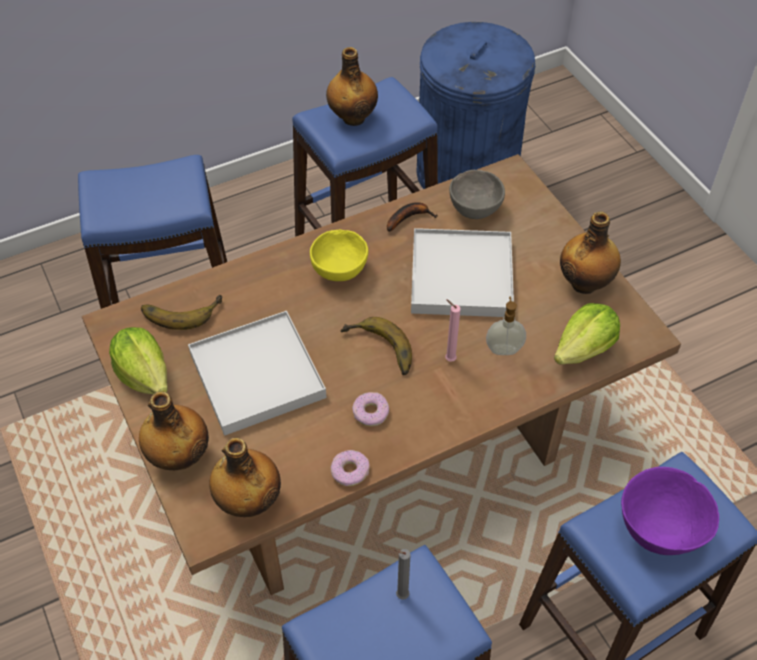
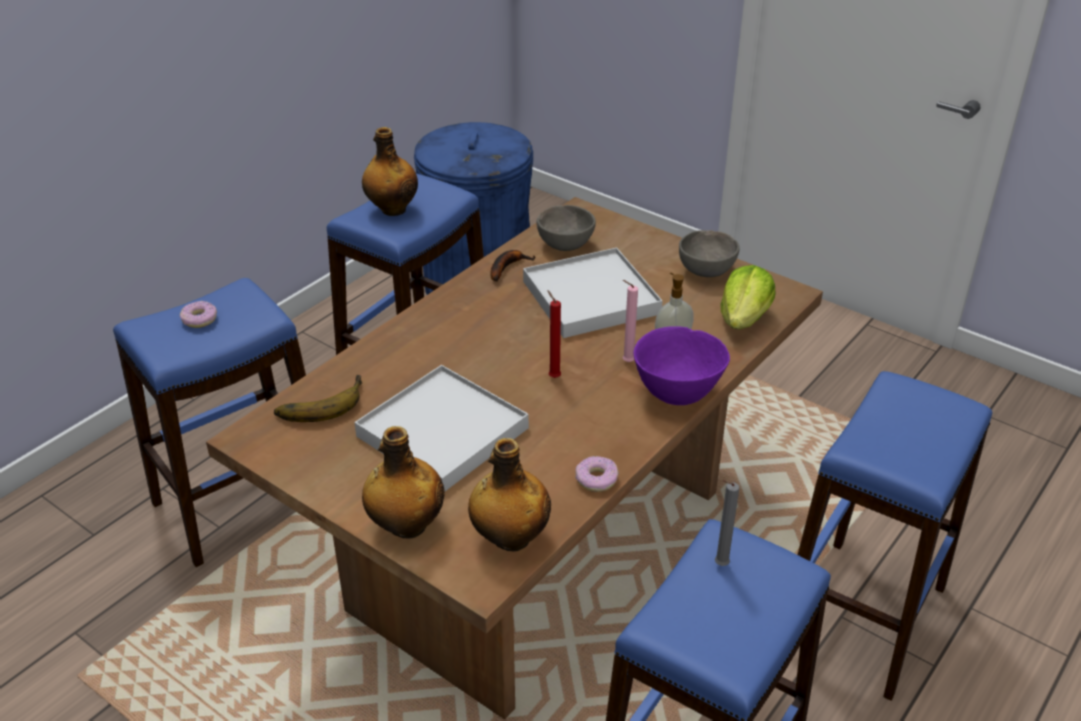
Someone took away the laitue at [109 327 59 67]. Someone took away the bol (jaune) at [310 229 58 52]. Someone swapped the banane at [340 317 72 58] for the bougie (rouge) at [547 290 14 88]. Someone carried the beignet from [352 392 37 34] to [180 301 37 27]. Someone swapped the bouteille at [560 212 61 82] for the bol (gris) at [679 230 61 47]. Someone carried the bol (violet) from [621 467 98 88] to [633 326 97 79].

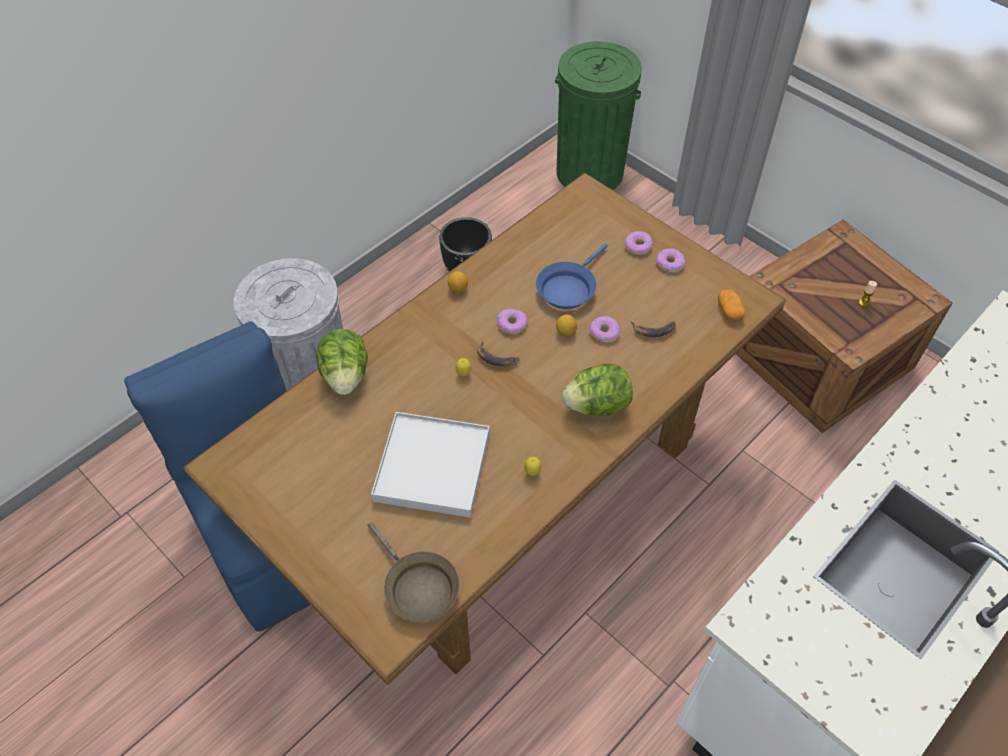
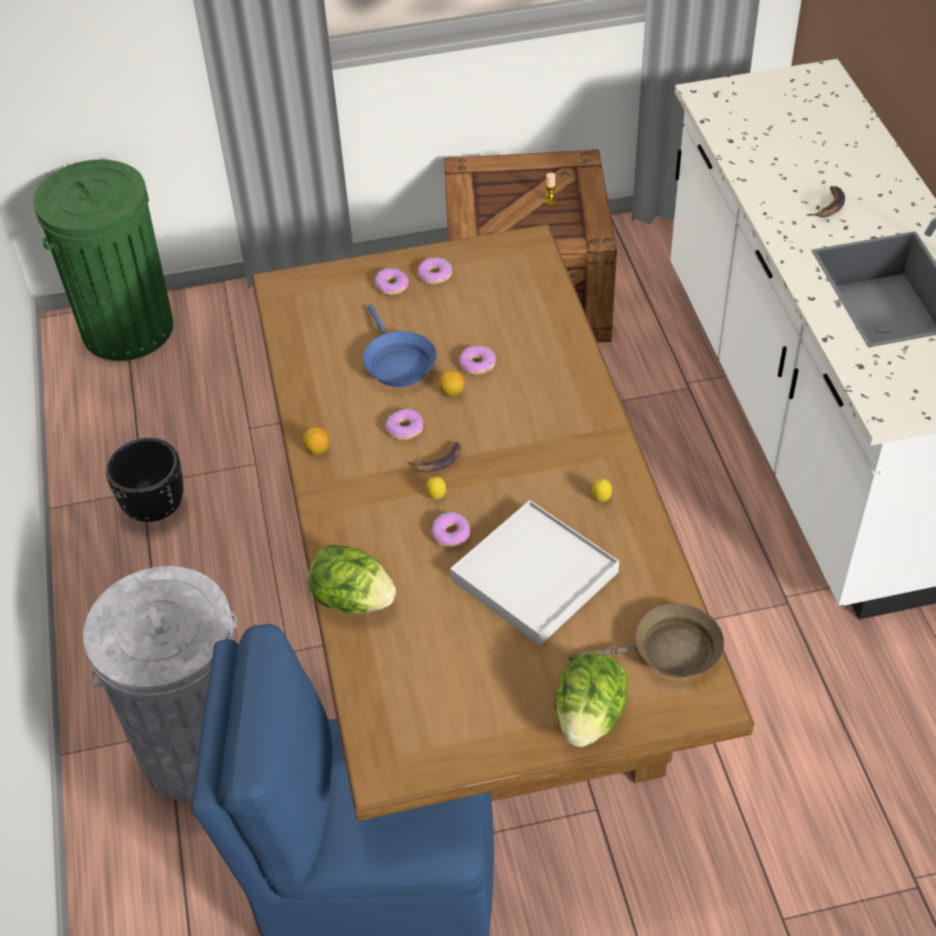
Someone carried the laitue from [562 363 71 53] to [554 653 75 94]. Someone carried the banane from [631 321 45 16] to [806 186 39 31]. Someone took away the pomme de terre at [718 289 28 31]. Someone put down the beignet at [432 512 38 35].

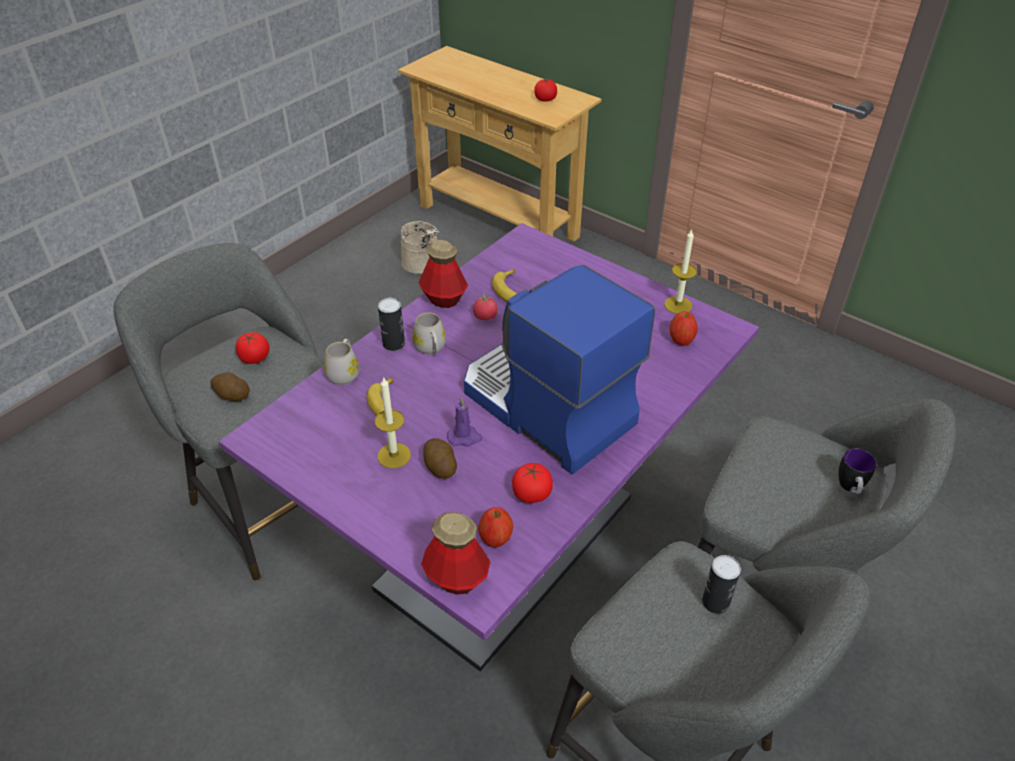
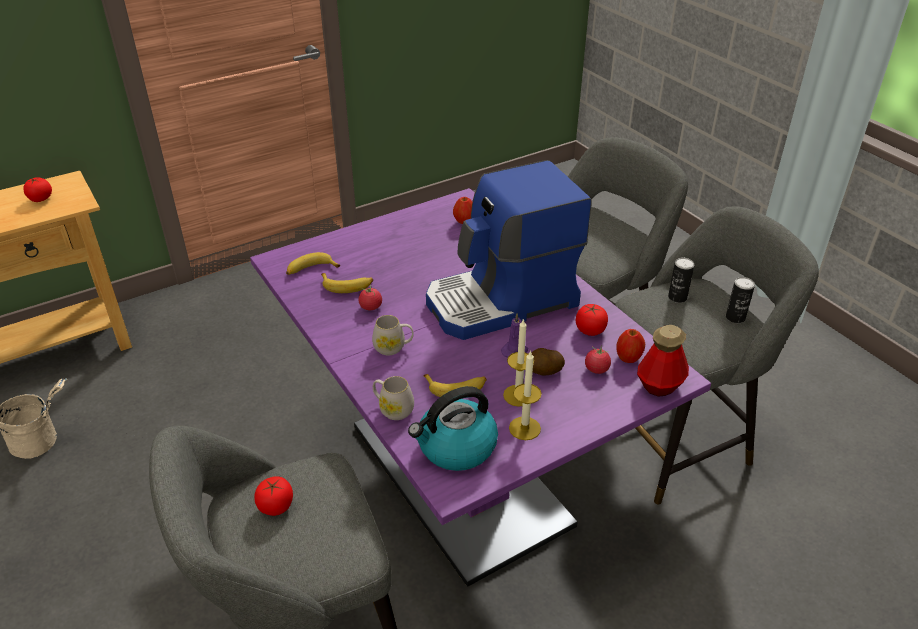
Someone took away the pomme de terre at [210 372 40 29]. Someone carried the boîte métallique from [378 298 27 53] to [726 277 29 46]. Someone took away the bouteille at [418 240 50 68]. Someone carried the bougie from [664 229 33 85] to [509 350 33 90]. Someone took away the mug at [839 448 38 46]. Someone put down the banane at [286 252 54 23]. Someone put down the bouilloire at [408 386 90 85]. Someone put down the tomate at [585 345 26 29].

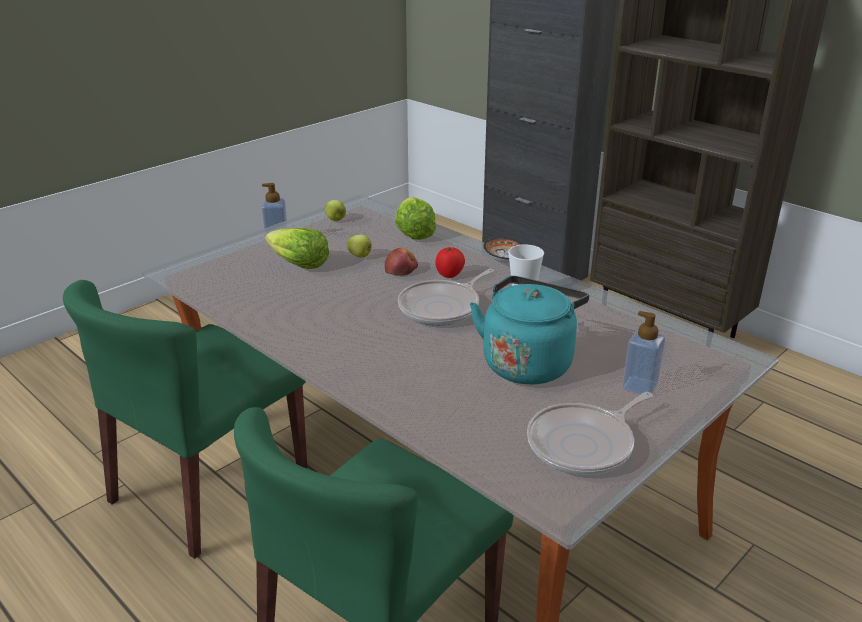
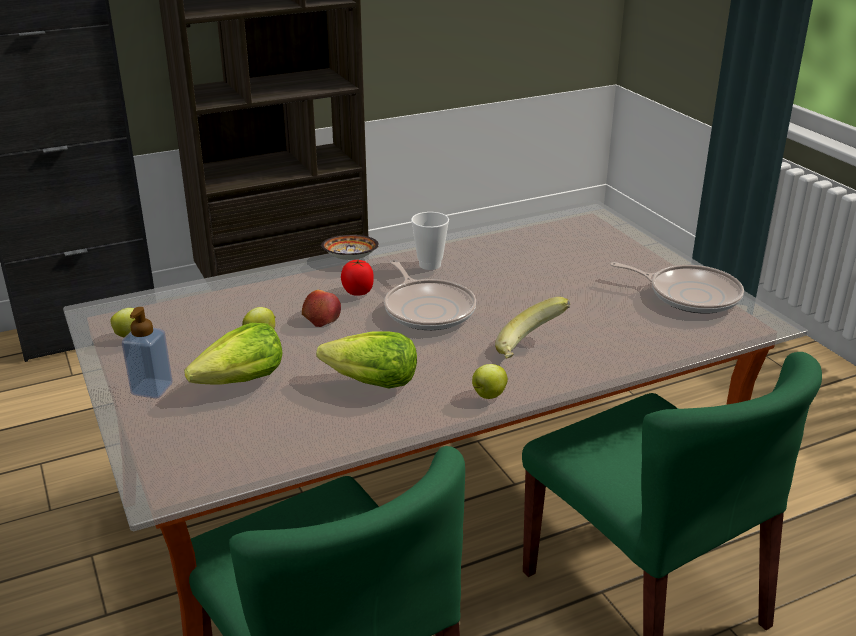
Someone carried the laitue from [395 197 41 43] to [316 332 101 56]. Someone took away the bouilloire (turquoise) at [470 276 119 109]. Someone rotated the poêle at [527 392 126 83] by 45 degrees counterclockwise. Someone took away the distributeur de savon at [622 311 43 84]. Someone put down the pomme at [472 364 36 35]. Someone put down the banane at [495 297 75 62].

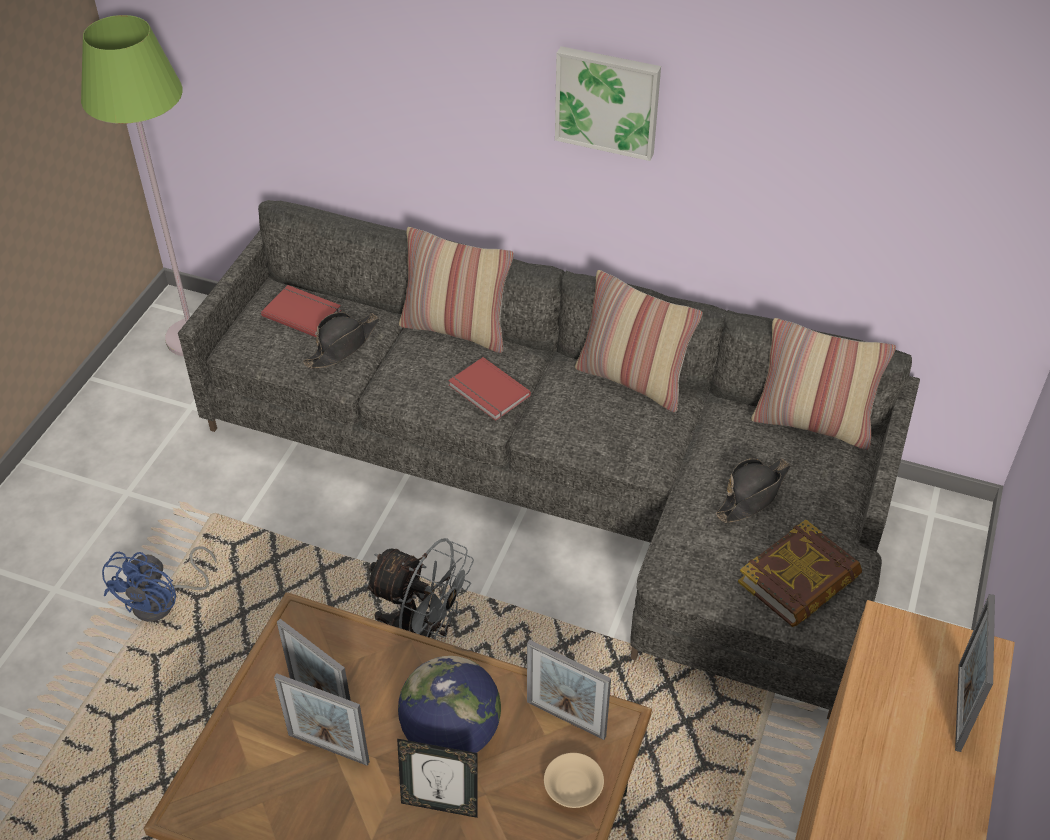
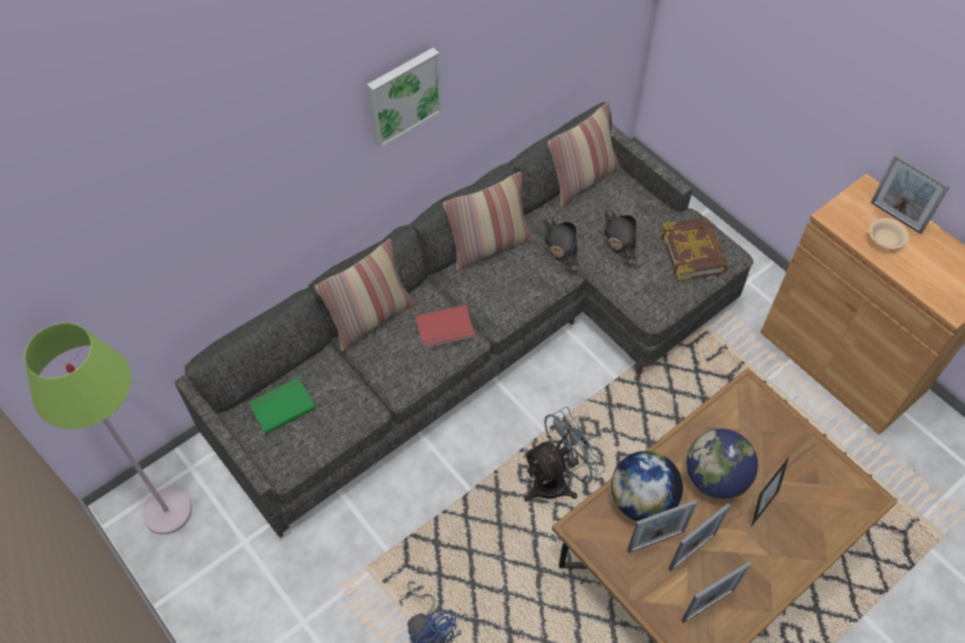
Someone repainted the livre (rouge) at [261 285 80 52], which became the livre (vert) at [248 377 68 57]. Someone carried the chapeau (noir) from [303 312 76 57] to [543 216 38 55]. Someone carried the cadre photo from [527 640 84 100] to [681 562 70 61]. Someone carried the bol (beige) from [544 753 60 55] to [869 218 40 31]. Someone put down the globe at [611 451 72 70].

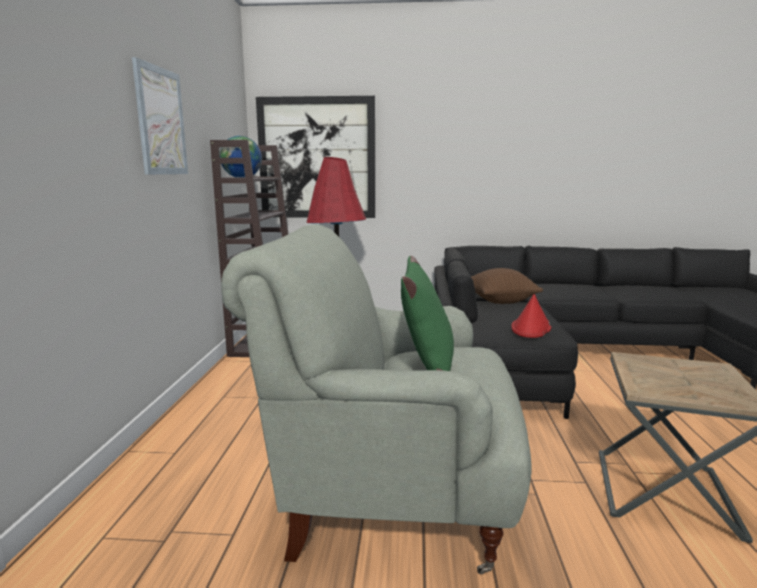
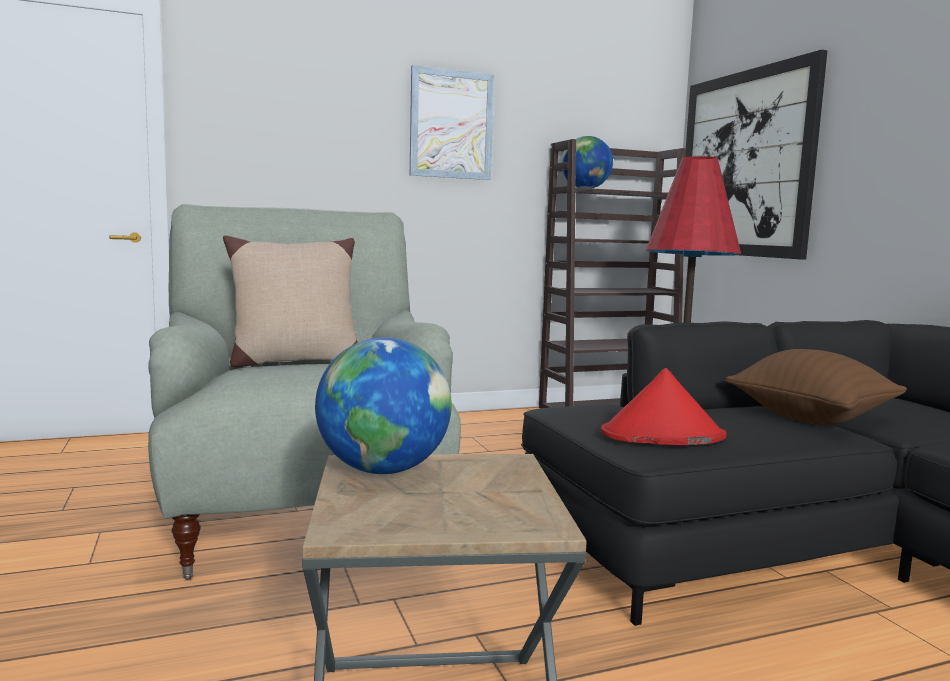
Someone repainted the coussin (vert) at [401 256 53 115], which became the coussin (beige) at [223 235 134 132]. Someone put down the globe at [315 337 137 137].

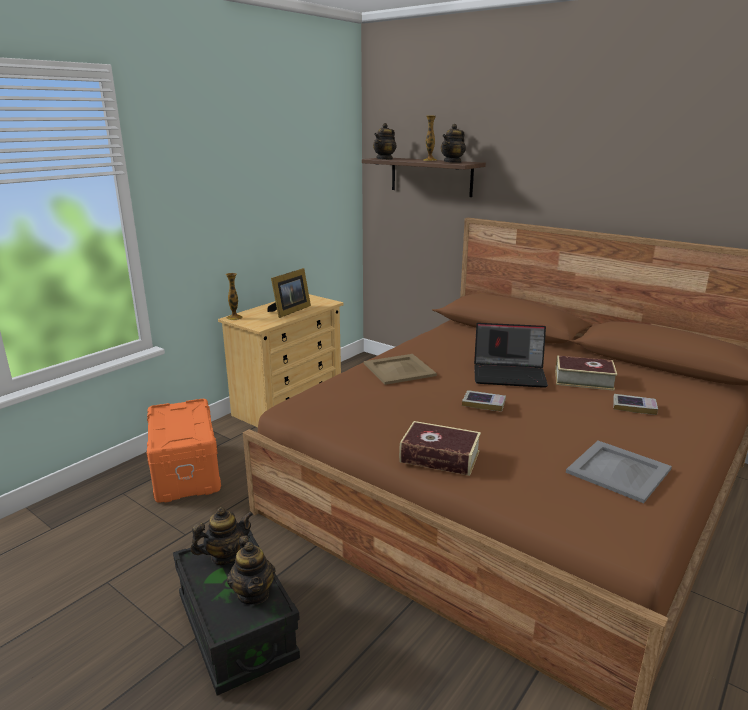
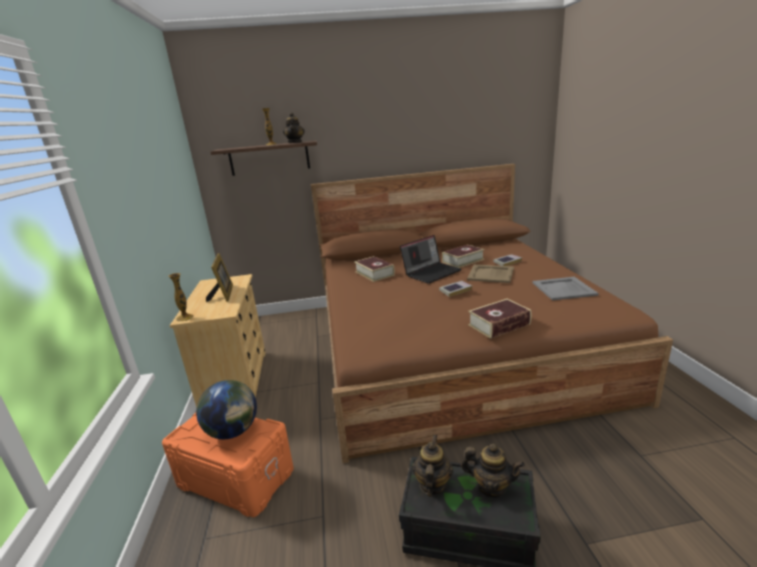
Someone carried the plateau (beige) from [364 354 73 31] to [467 264 47 19]. Someone took away the théière at [373 123 24 37]. Someone put down the globe at [196 380 61 59]. Someone put down the livre at [354 256 41 26].

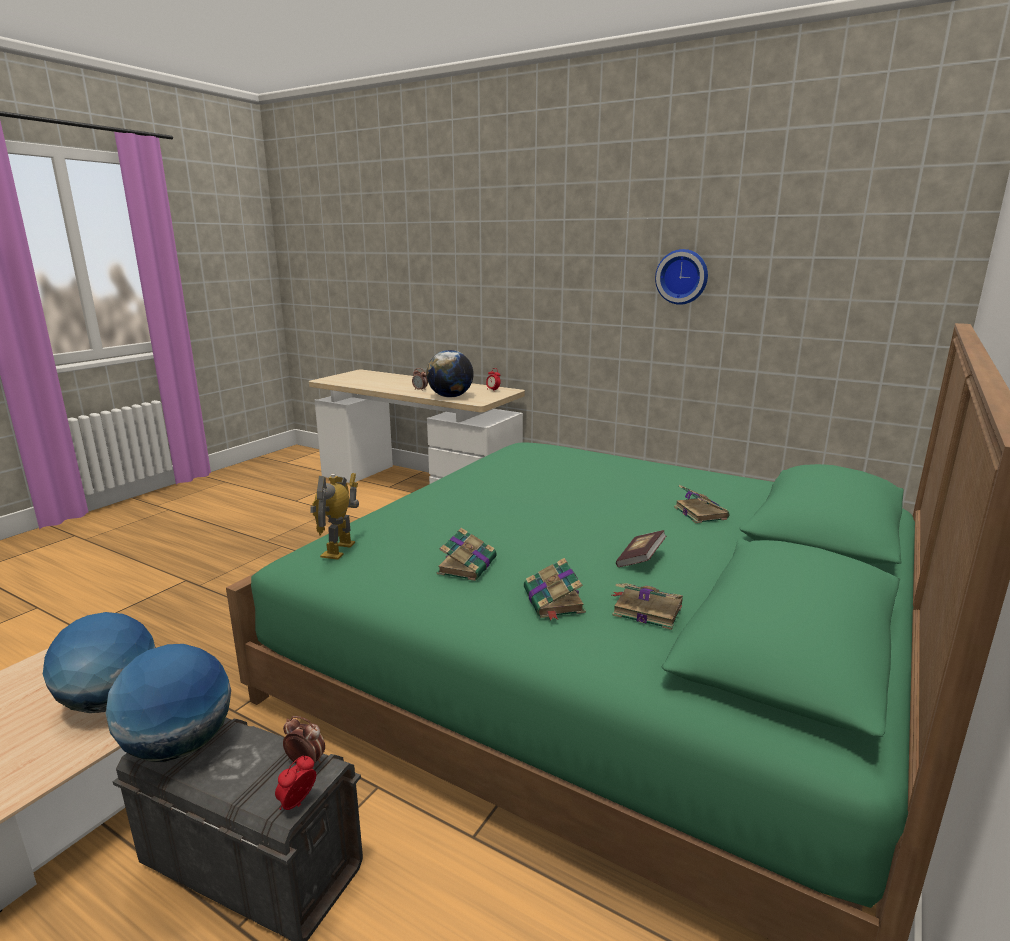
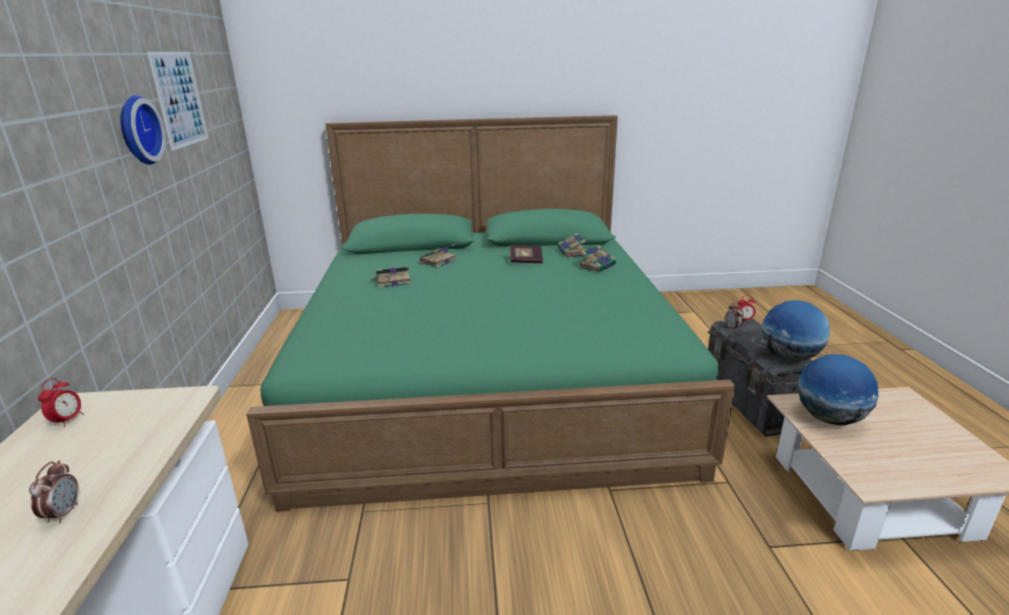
Someone took away the robot jouet at [310 473 49 87]. Someone took away the globe at [426 350 48 48]. Someone carried the livre from [437 528 60 53] to [371 266 40 22]. Someone put up the tableau at [147 52 61 99].

